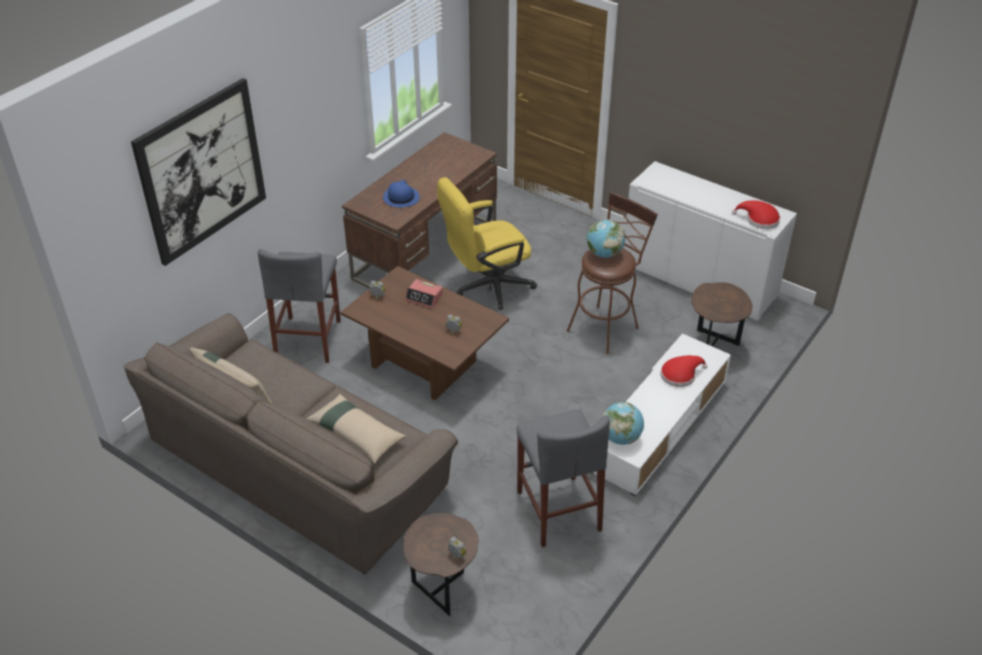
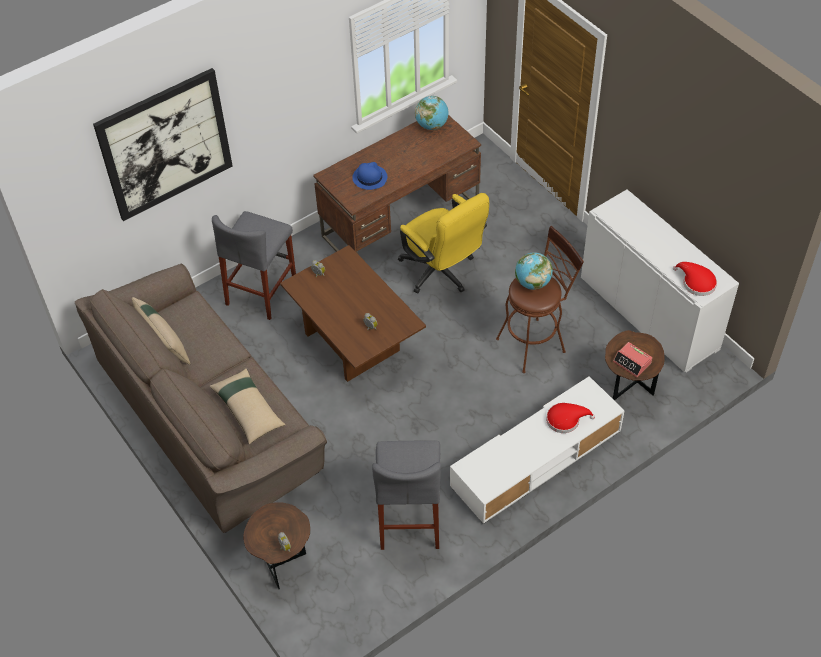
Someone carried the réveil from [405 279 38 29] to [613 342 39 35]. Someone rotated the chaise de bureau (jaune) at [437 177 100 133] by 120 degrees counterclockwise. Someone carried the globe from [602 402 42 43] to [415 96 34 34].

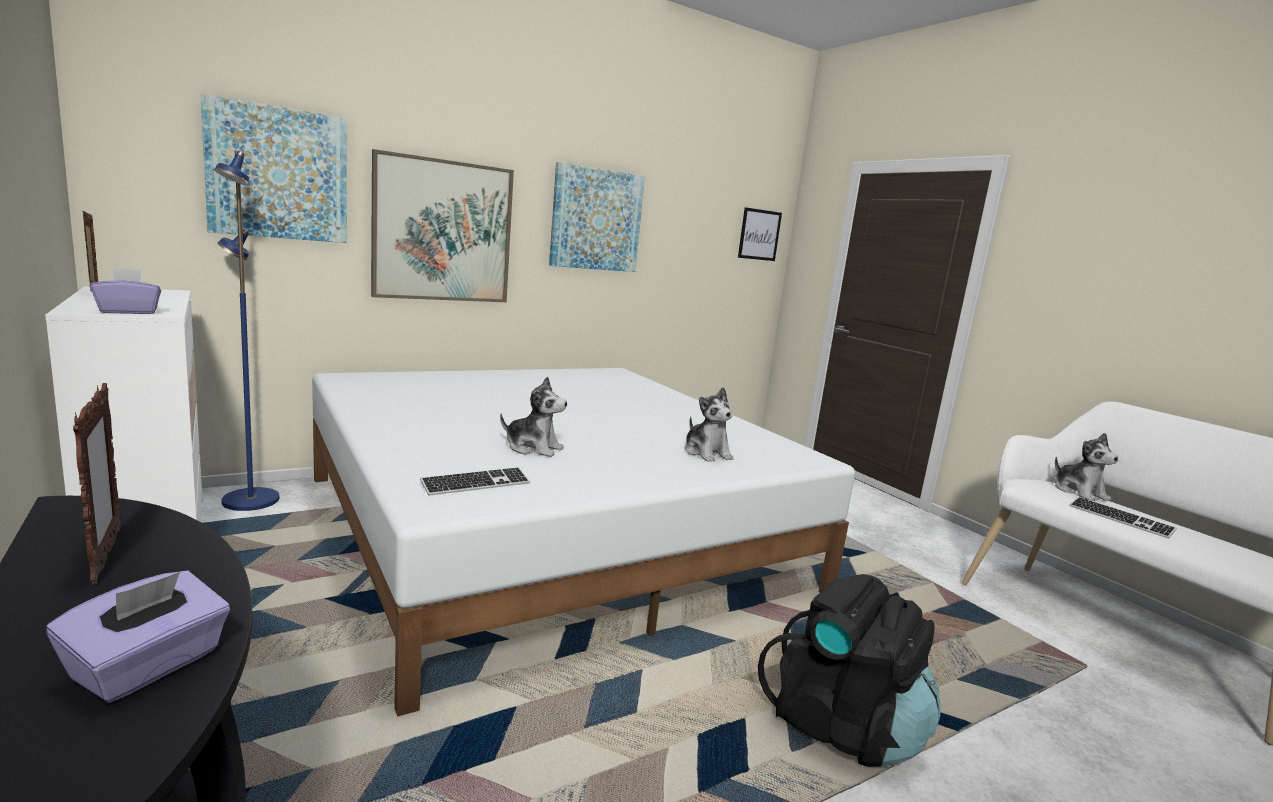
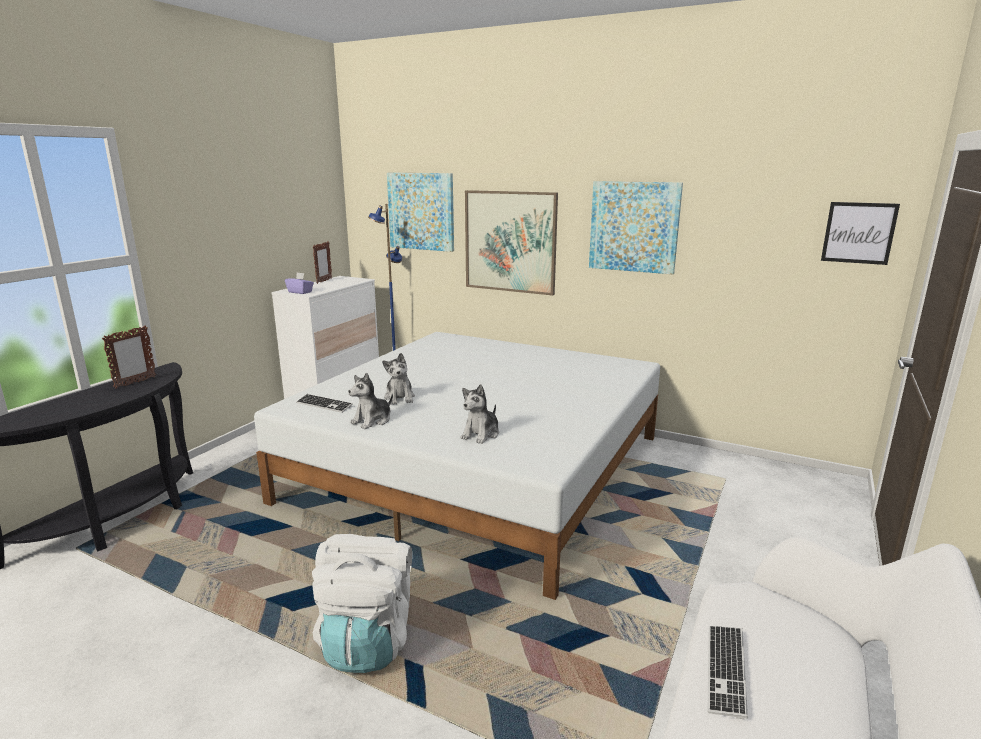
Someone took away the boîte à mouchoirs (violet) at [46 571 184 132]. Someone repainted the sac à dos (noir) at [758 574 183 193], which became the sac à dos (blanc) at [312 534 100 139]. Someone carried the peluche from [1055 433 64 68] to [348 373 45 56].

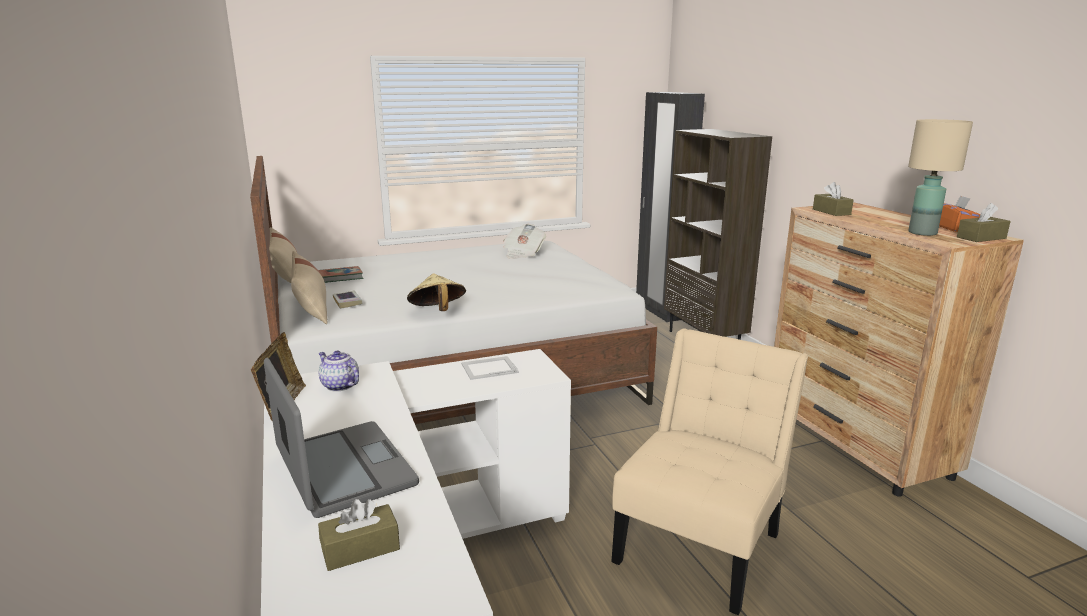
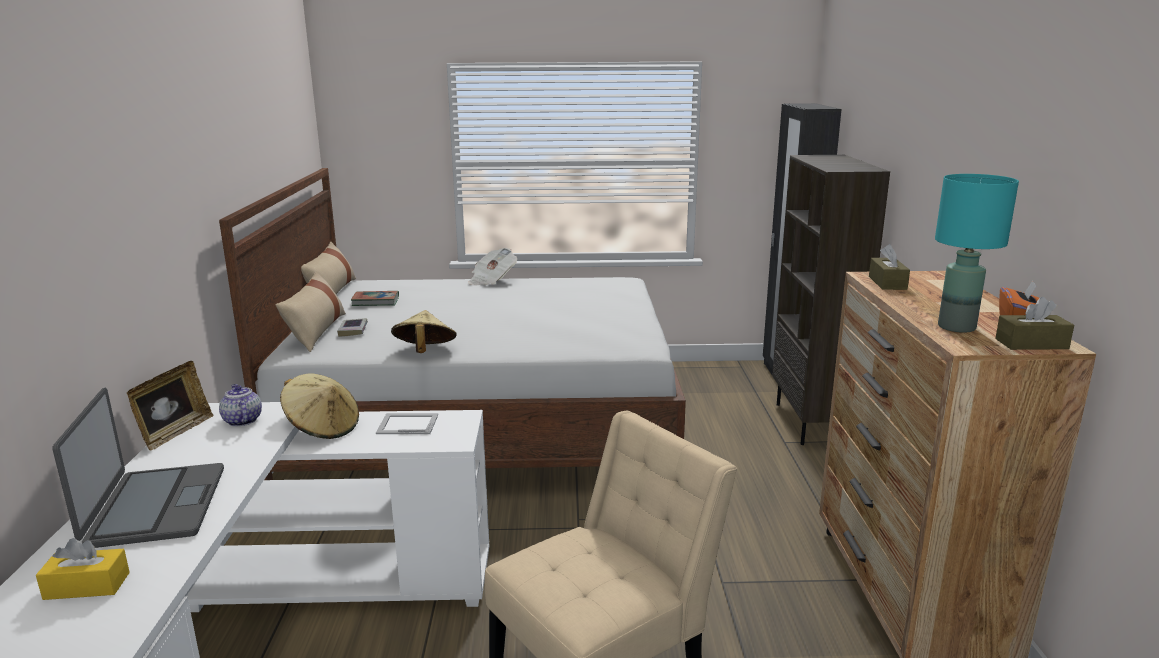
Someone repainted the boîte à mouchoirs (marron) at [318 499 82 72], which became the boîte à mouchoirs (jaune) at [36 538 94 62]. Someone carried the journal from [503 224 43 35] to [468 248 49 37]. Someone repainted the lampe de table (beige) at [908 119 65 117], which became the lampe de table (turquoise) at [935 174 84 159]. Someone put down the chapeau (beige) at [280 373 79 66].

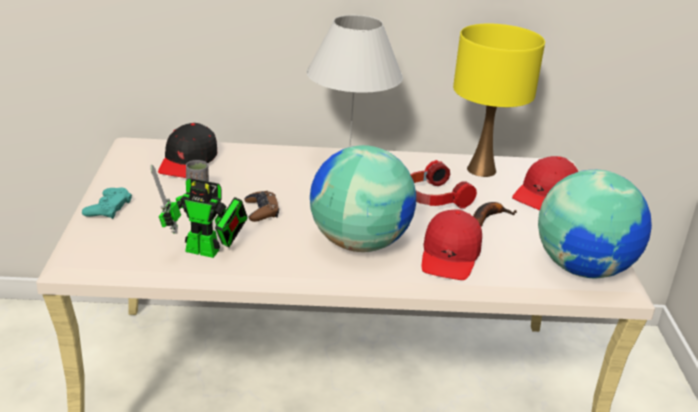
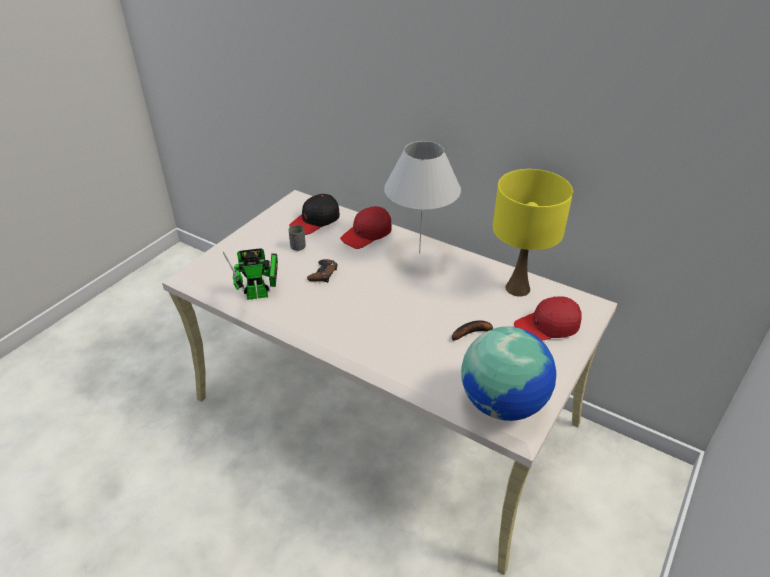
Someone took away the manette (turquoise) at [82 188 50 31]. Someone rotated the robot jouet at [151 164 97 94] by 60 degrees counterclockwise. Someone took away the globe at [310 145 106 107]. Someone took away the casque audio at [410 160 67 49]. Someone carried the casquette (rouge) from [422 209 60 71] to [340 206 52 43].

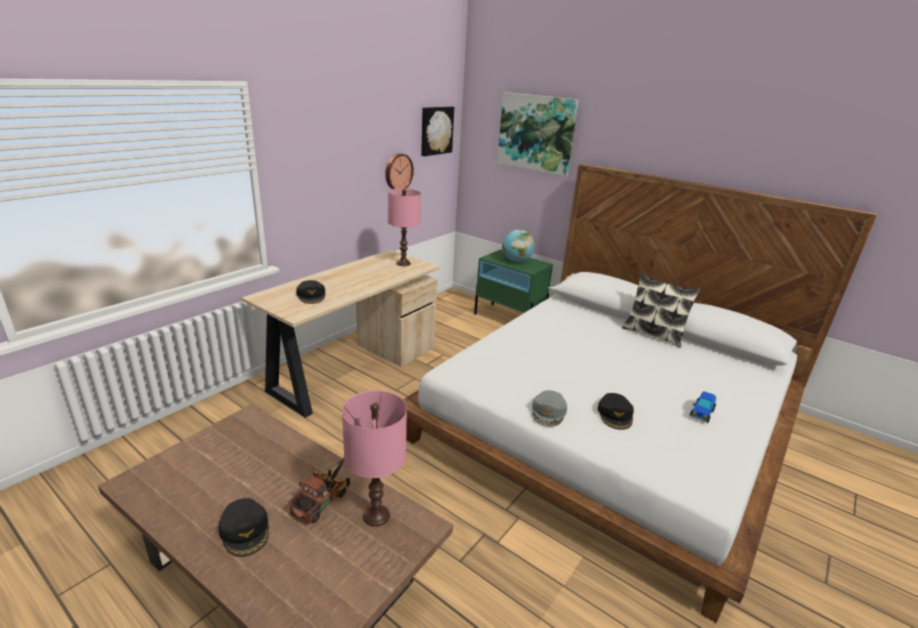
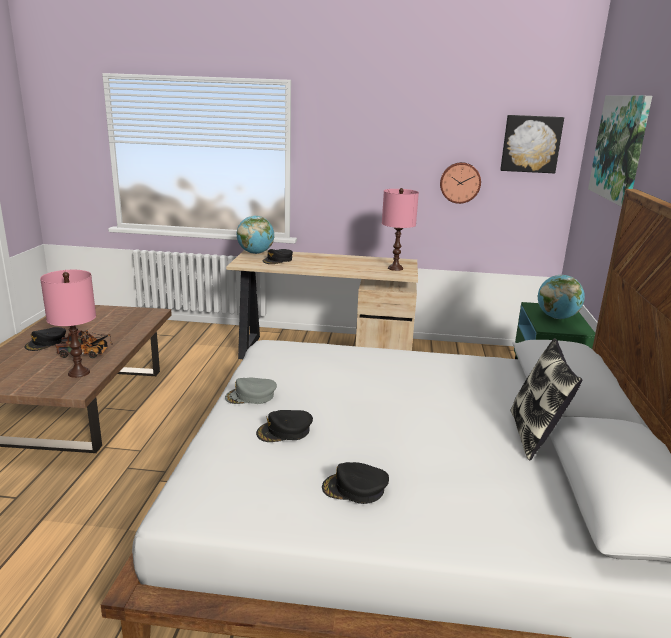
Someone swapped the petite voiture at [690 391 26 31] for the casquette (noir) at [322 462 67 42]. Someone put down the globe at [237 216 37 38].

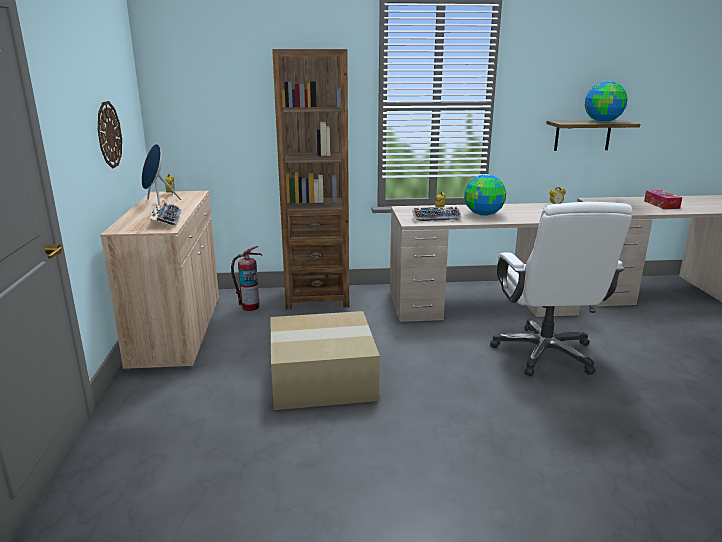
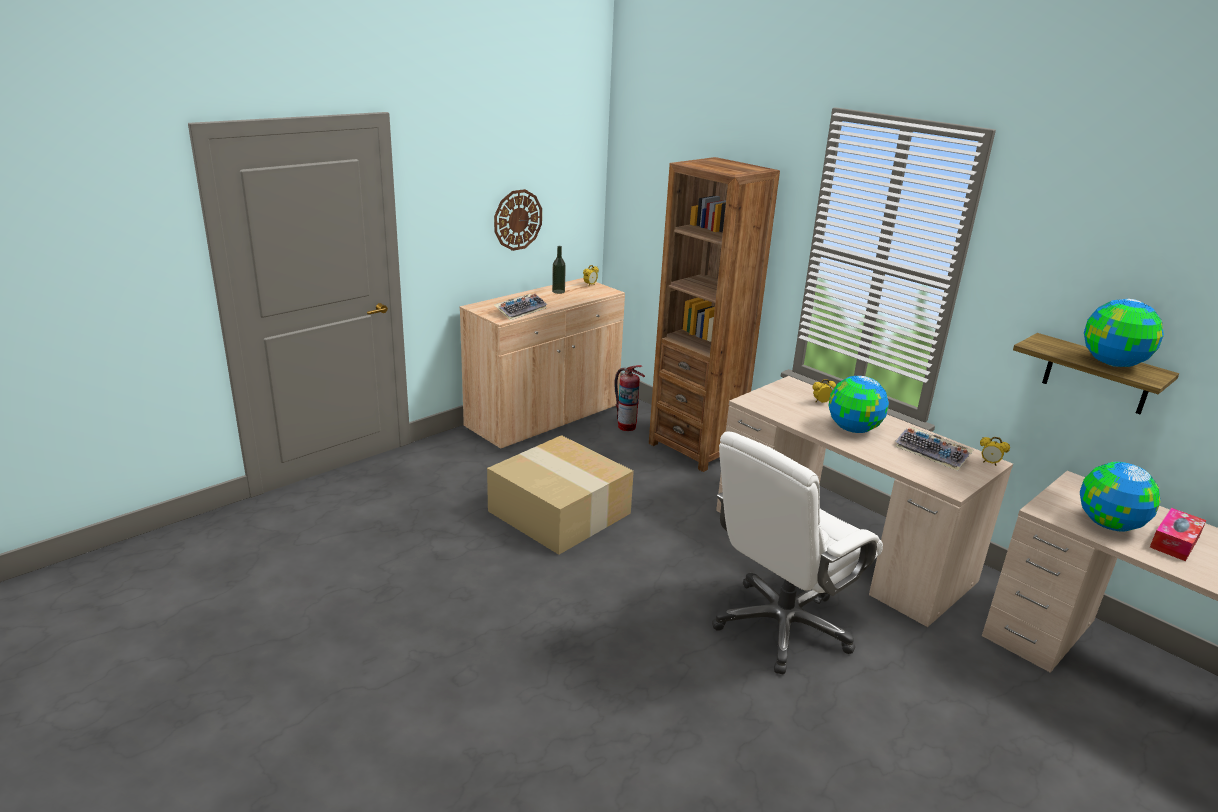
Someone swapped the enceinte (bleu) at [142 144 39 62] for the bouteille at [552 246 14 48]. Someone carried the clavier from [411 207 51 15] to [895 427 78 44]. Someone put down the globe at [1080 462 81 70].

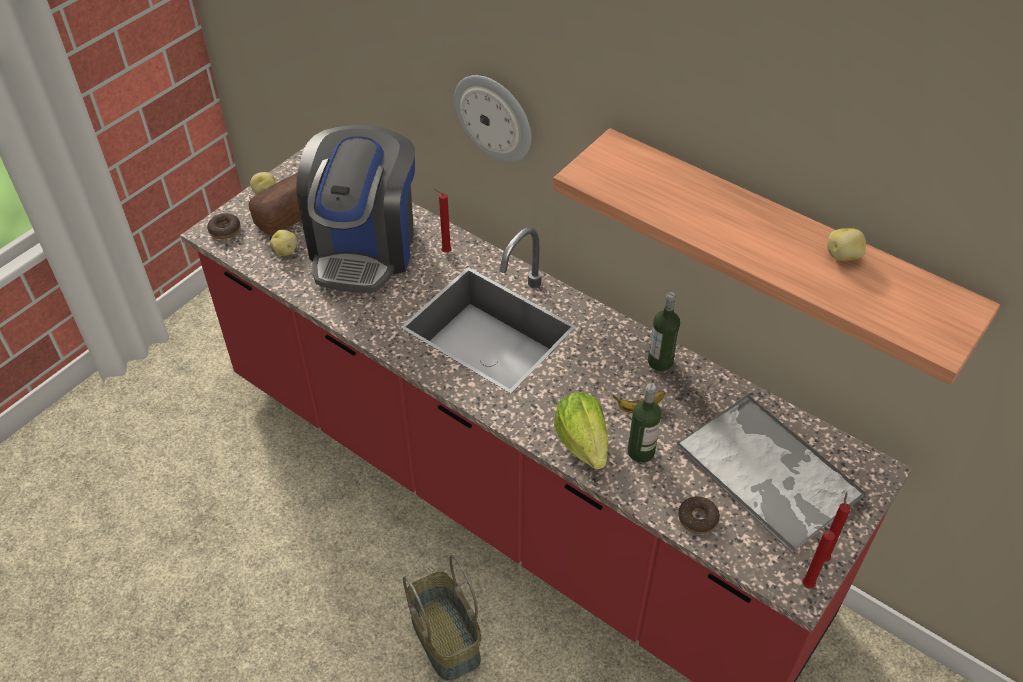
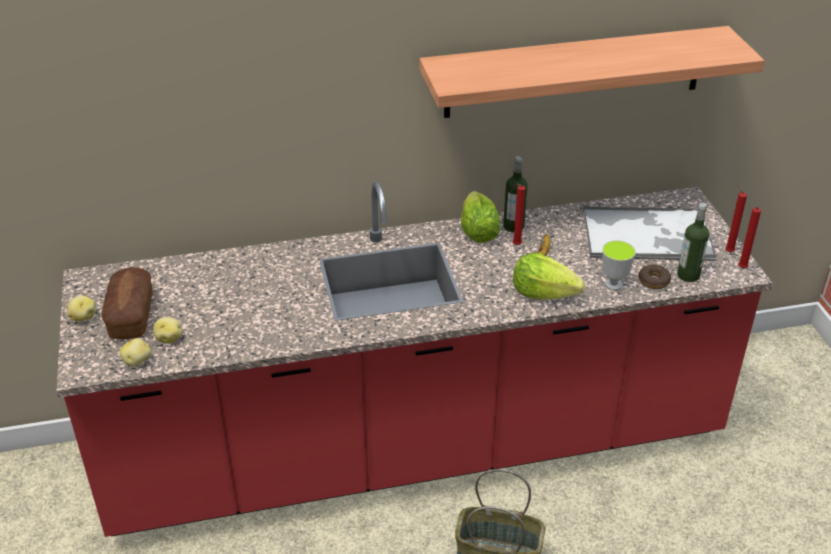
Someone took away the beignet at [207 213 33 26]. Someone took away the machine à café at [297 125 118 168]. Someone carried the bougie (rouge) from [434 189 18 64] to [513 184 12 61]. Someone took away the horloge murale at [454 75 77 87]. Someone carried the bouteille from [628 383 33 80] to [677 203 32 79]. Someone carried the pomme de terre from [827 228 39 33] to [120 338 31 29]. Someone put down the laitue at [461 191 39 52]. Someone put down the tasse at [602 240 34 50].

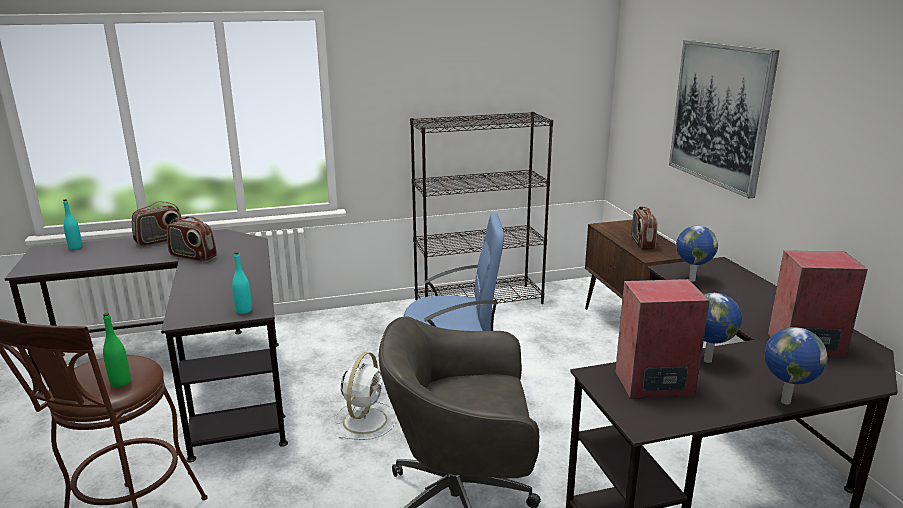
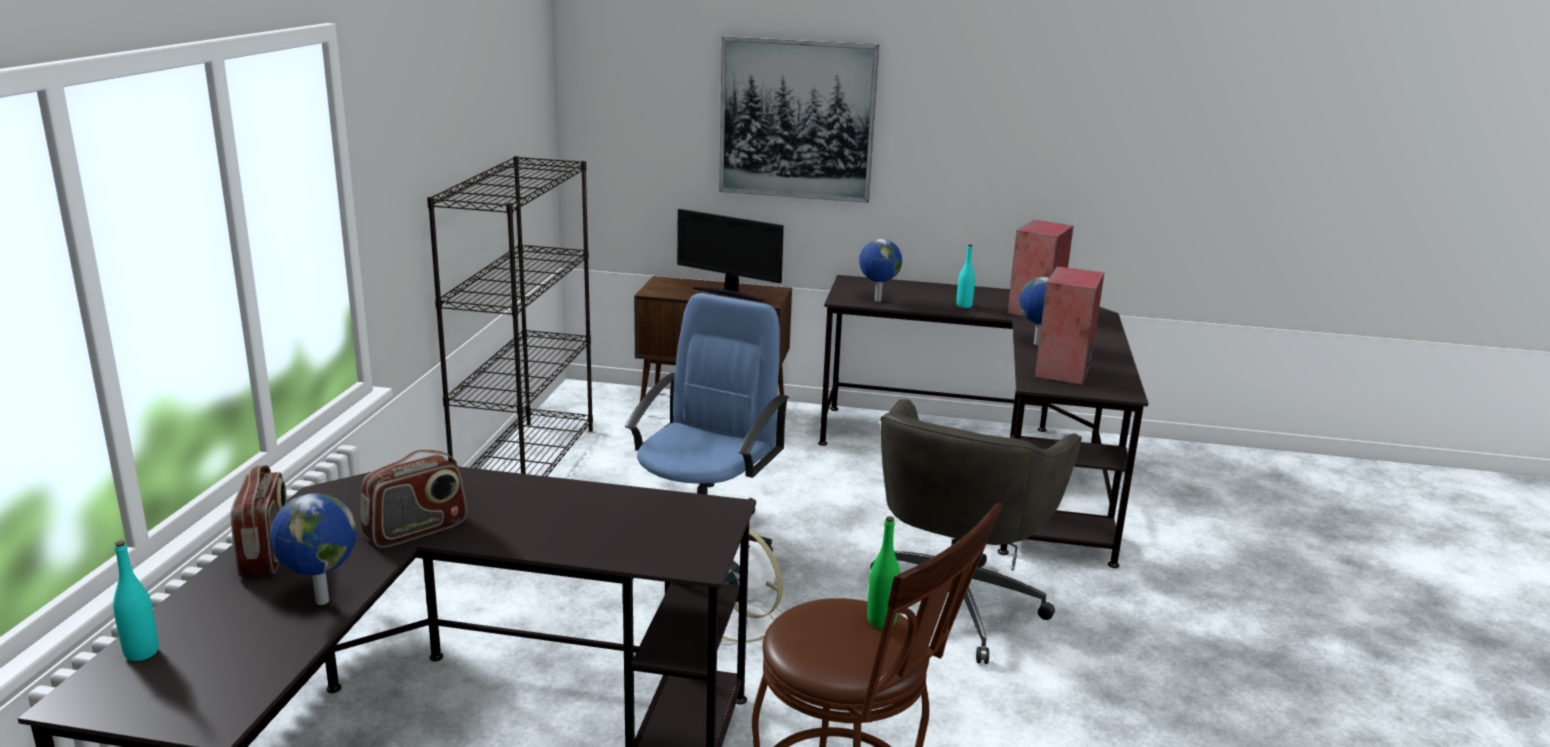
Someone carried the bouteille (turquoise) from [232 252 20 62] to [956 244 19 64]. Someone swapped the radio at [631 207 26 43] for the écran d'ordinateur at [677 209 107 93]. Someone carried the globe from [765 327 63 78] to [270 493 87 112].

